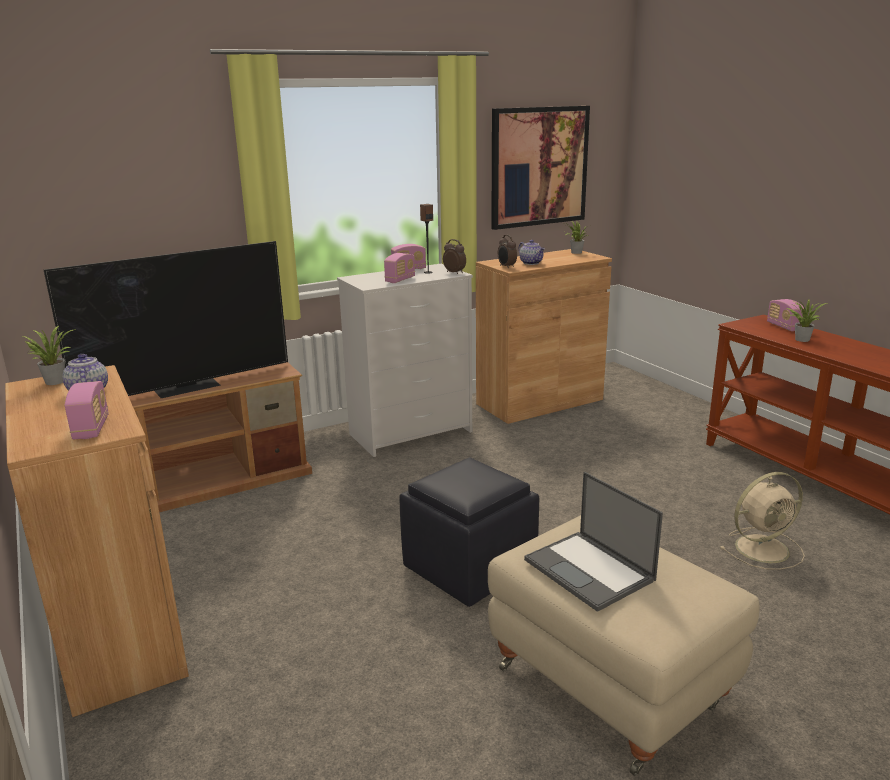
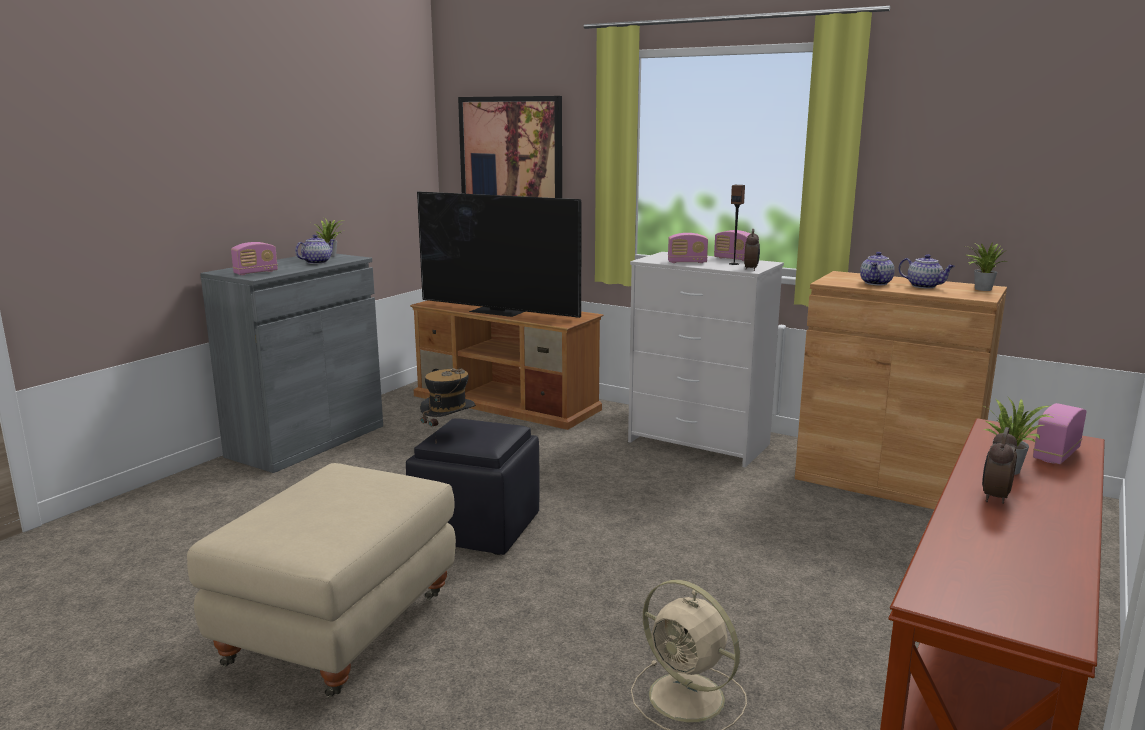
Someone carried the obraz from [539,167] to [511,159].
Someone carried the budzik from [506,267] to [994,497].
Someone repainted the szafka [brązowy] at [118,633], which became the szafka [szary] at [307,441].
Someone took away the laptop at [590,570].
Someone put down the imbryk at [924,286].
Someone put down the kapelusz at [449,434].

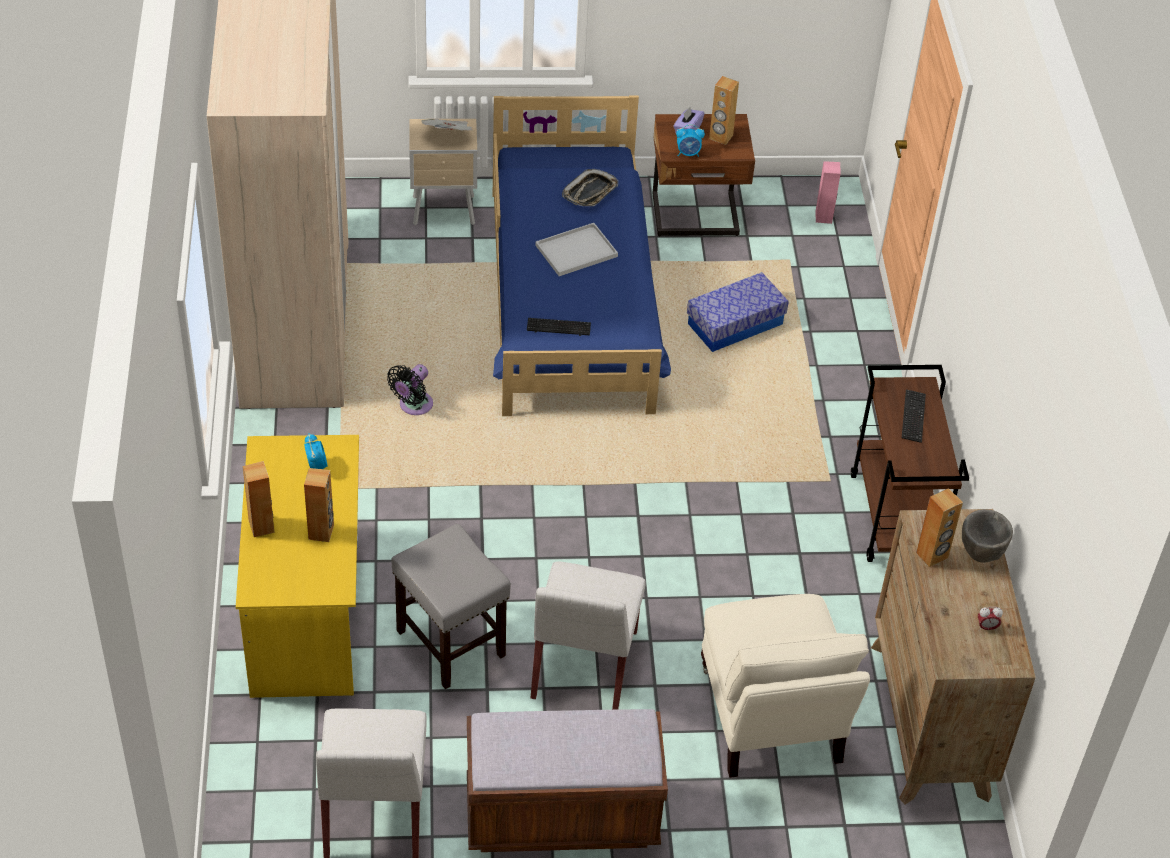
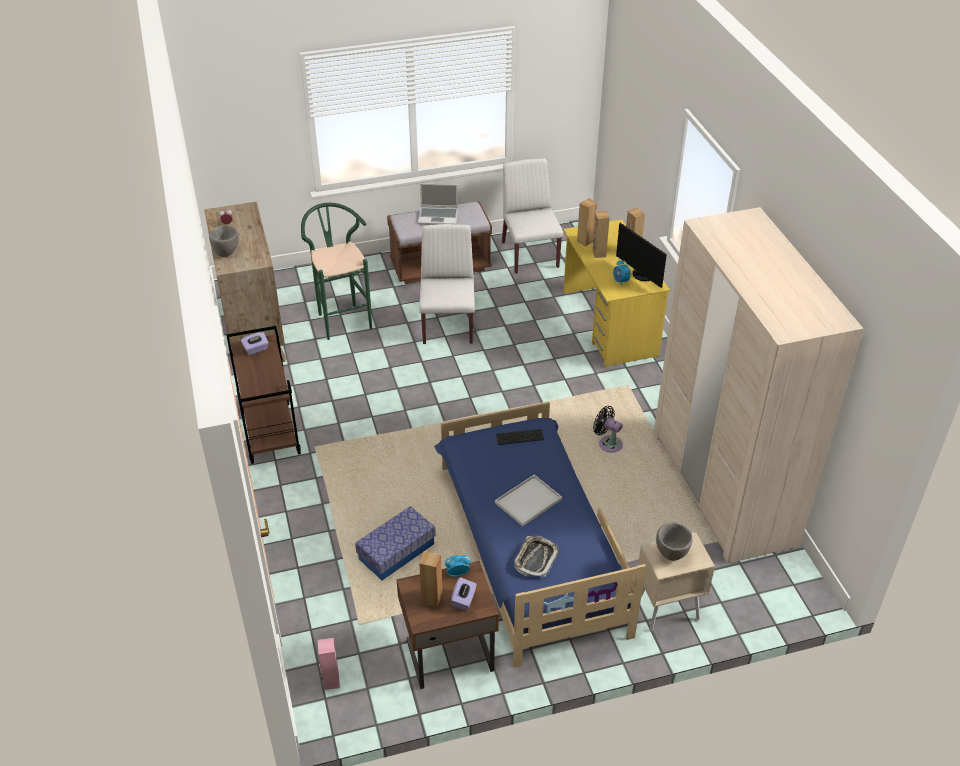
Someone swapped the gazeta at [449,135] for the miska [szary] at [671,555].
Someone rotated the wentylator [czarny] at [413,406] by 75 degrees counterclockwise.
Someone took away the klawiatura at [913,417].
Someone carried the głośnik [brązowy] from [932,555] to [585,241].
Someone took away the stołek [szary] at [452,644].
Someone swapped the fotel [beżowy] at [770,718] for the stołek [zielony] at [341,318].
Someone put down the laptop at [439,217].
Someone put down the monitor at [642,275].
Someone put down the pudełko chusteczek [fioletowy] at [256,349].

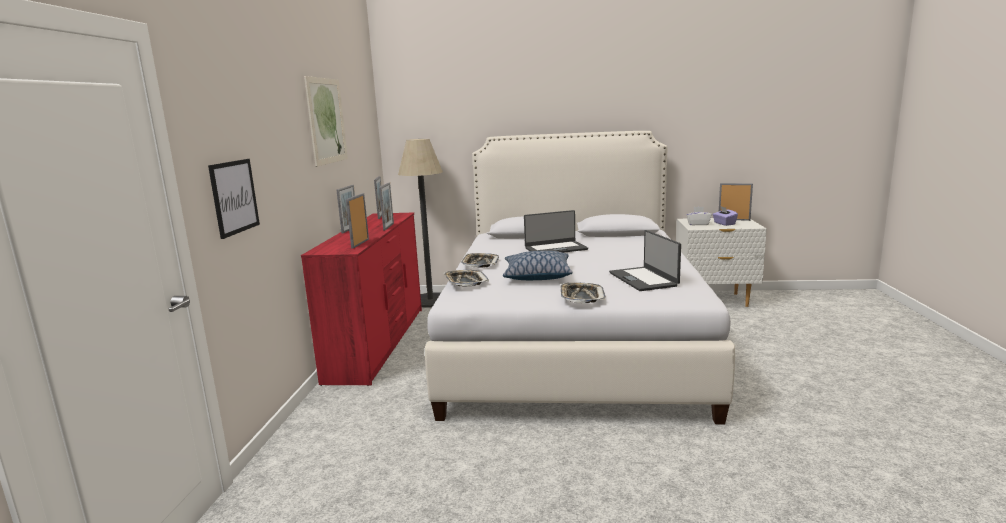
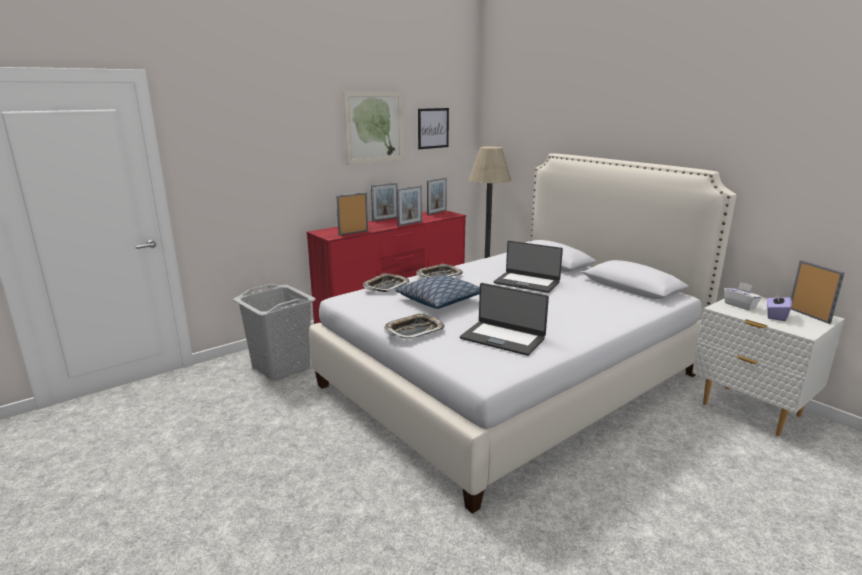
Someone carried the obraz from [234,197] to [433,128].
Someone rotated the laptop at [644,279] by 90 degrees counterclockwise.
Someone put down the kosz na pranie [szary] at [281,366].

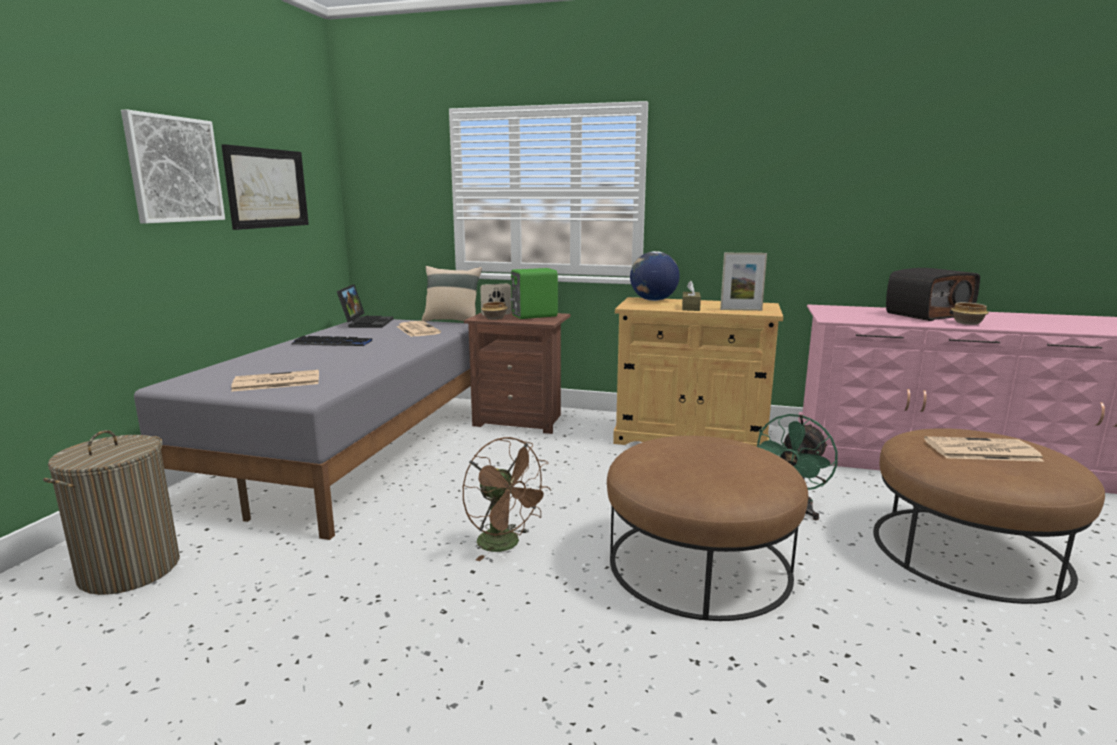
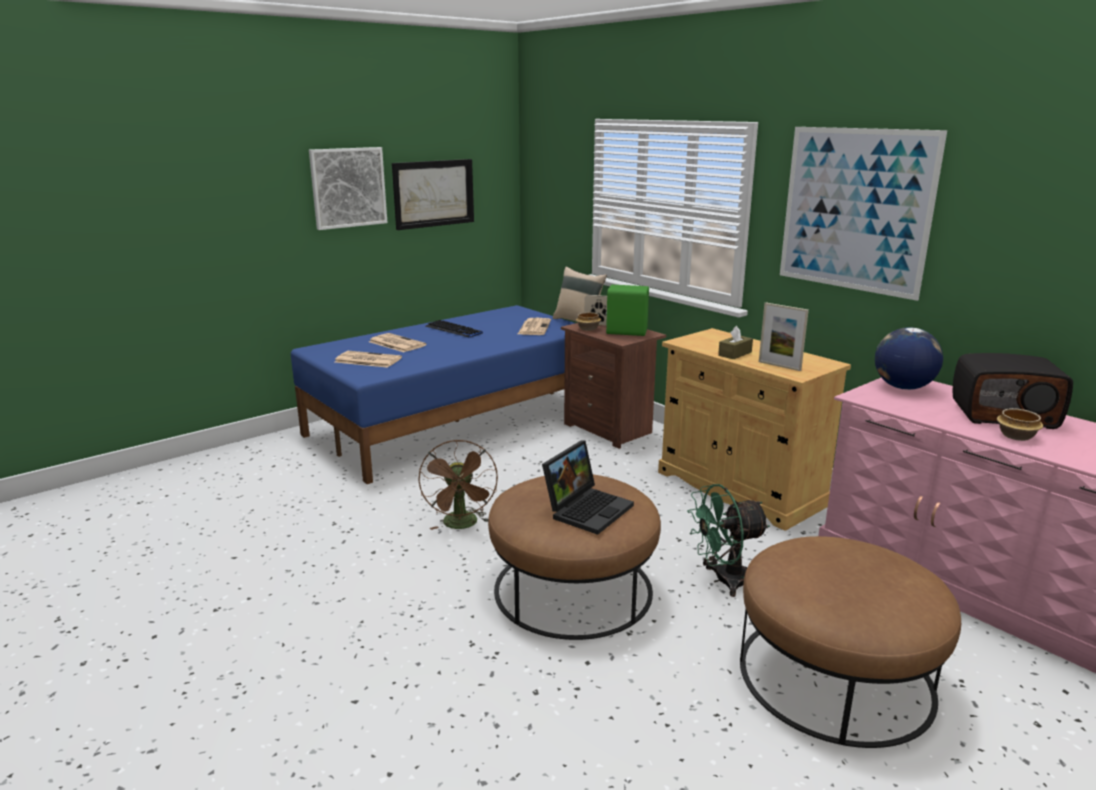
Someone carried the globus from [653,300] to [902,387].
Someone carried the laptop from [366,323] to [587,509].
Someone repainted the łóżko [szary] at [355,449], which became the łóżko [niebieski] at [457,422].
Someone took away the kosz na pranie at [130,569].
Someone carried the gazeta from [980,450] to [396,343].
Someone put up the obraz at [855,210].

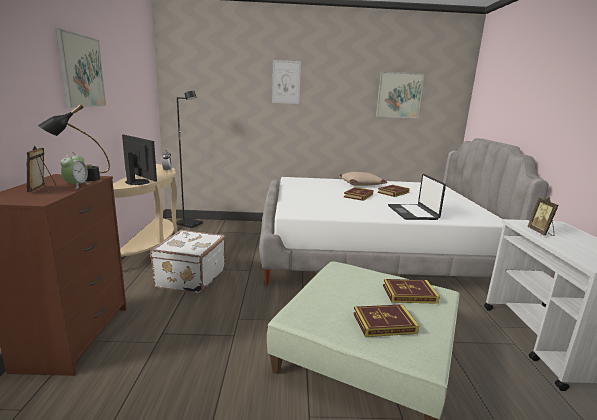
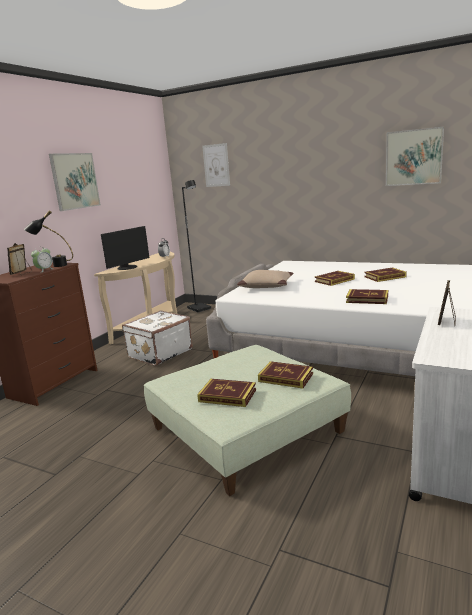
Someone carried the obraz from [286,82] to [216,165].
Someone rotated the monitor at [138,182] by 60 degrees clockwise.
Someone carried the poduszka [beżowy] from [361,184] to [266,286].
Someone swapped the laptop at [413,213] for the książka at [367,299].

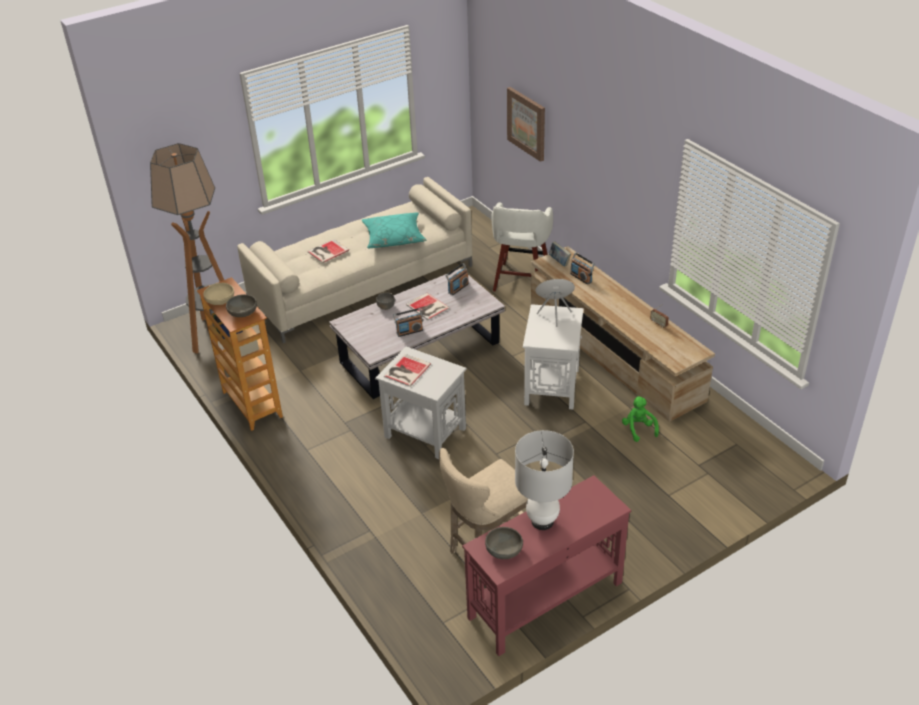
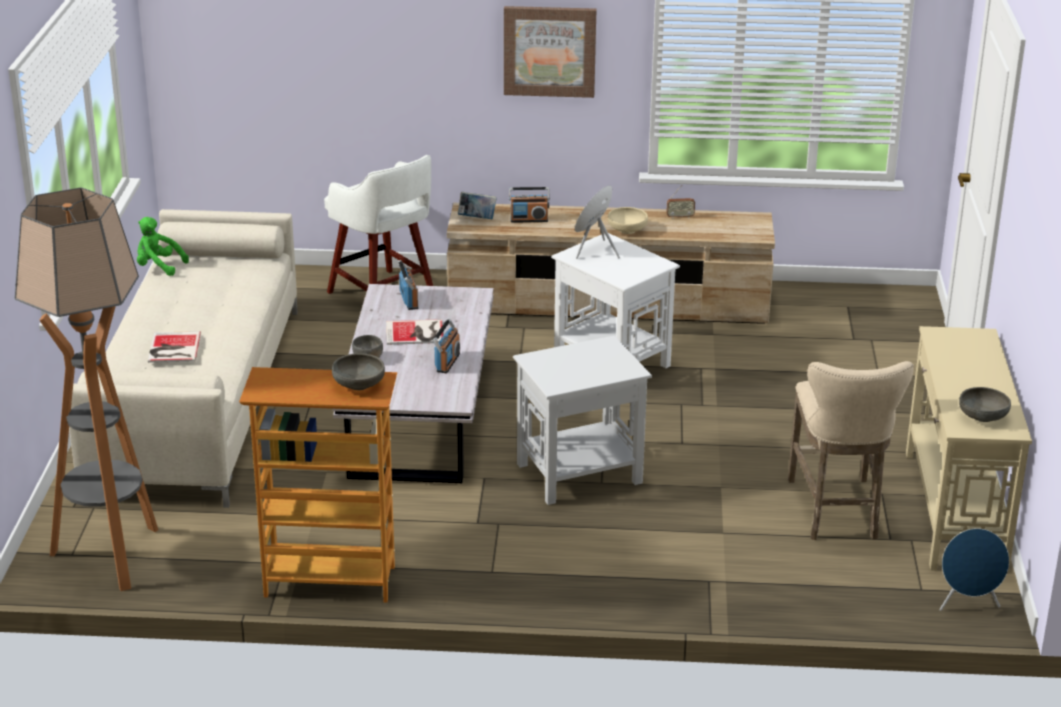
Someone carried the obraz from [527,123] to [549,51].
Someone took away the poduszka [turkusowy] at [394,237].
Someone carried the miska [beżowy] from [220,301] to [627,230].
Someone took away the książka at [406,371].
Someone carried the pluszak [zielony] from [638,429] to [158,267].
Someone took away the lampa stołowa [biały] at [542,521].
Someone repainted the stolik konsolowy [czerwony] at [544,600], which became the stolik konsolowy [beżowy] at [954,510].
Someone put down the głośnik [niebieski] at [968,604].

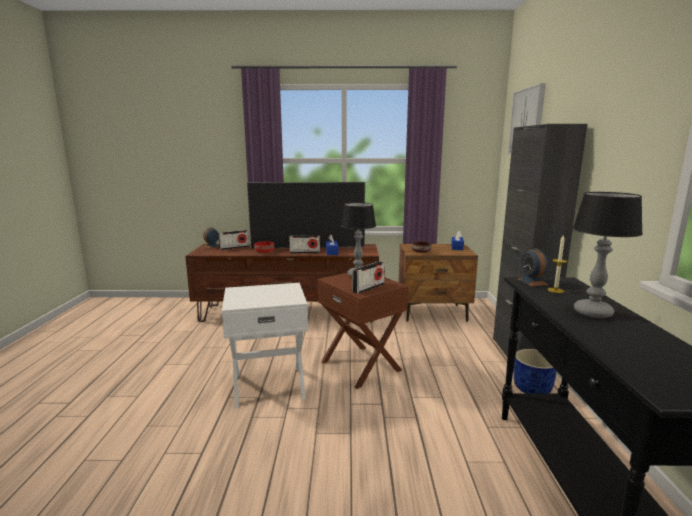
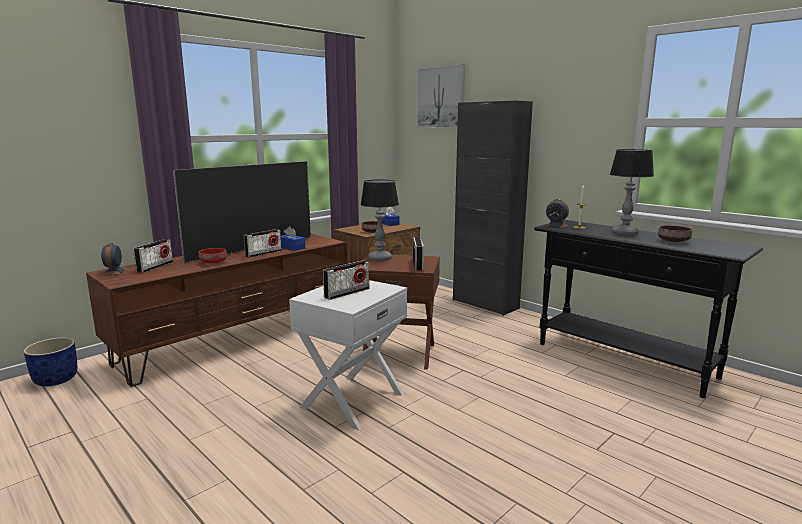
Someone carried the donica [niebieski] from [532,389] to [56,379].
Someone put down the miska [brązowy] at [673,241].
Someone put down the radio at [347,293].

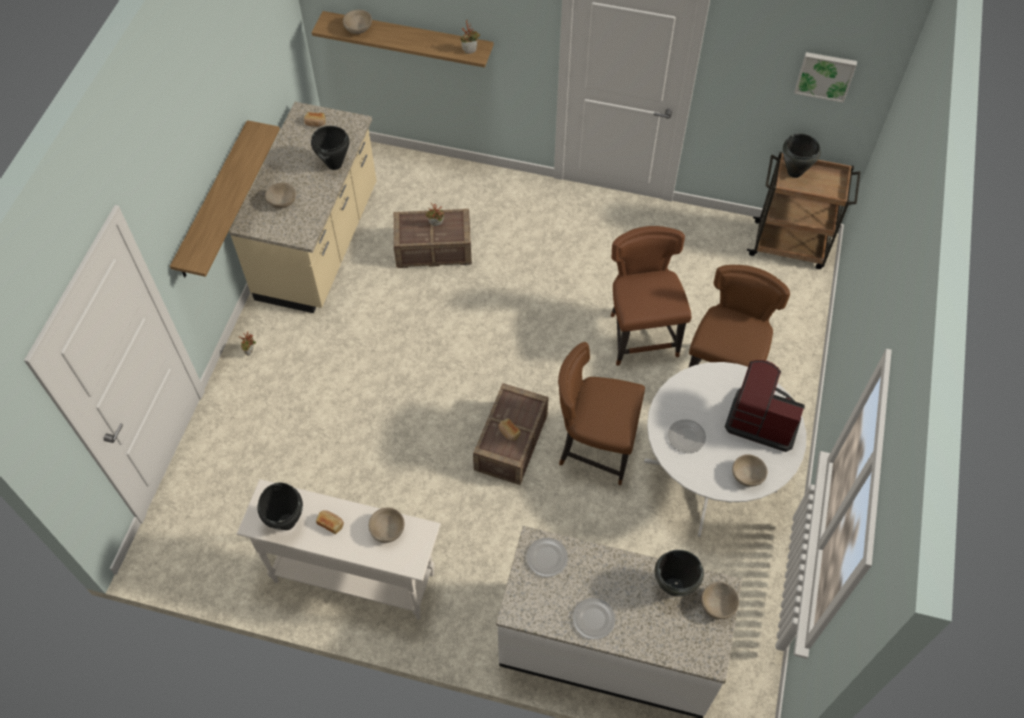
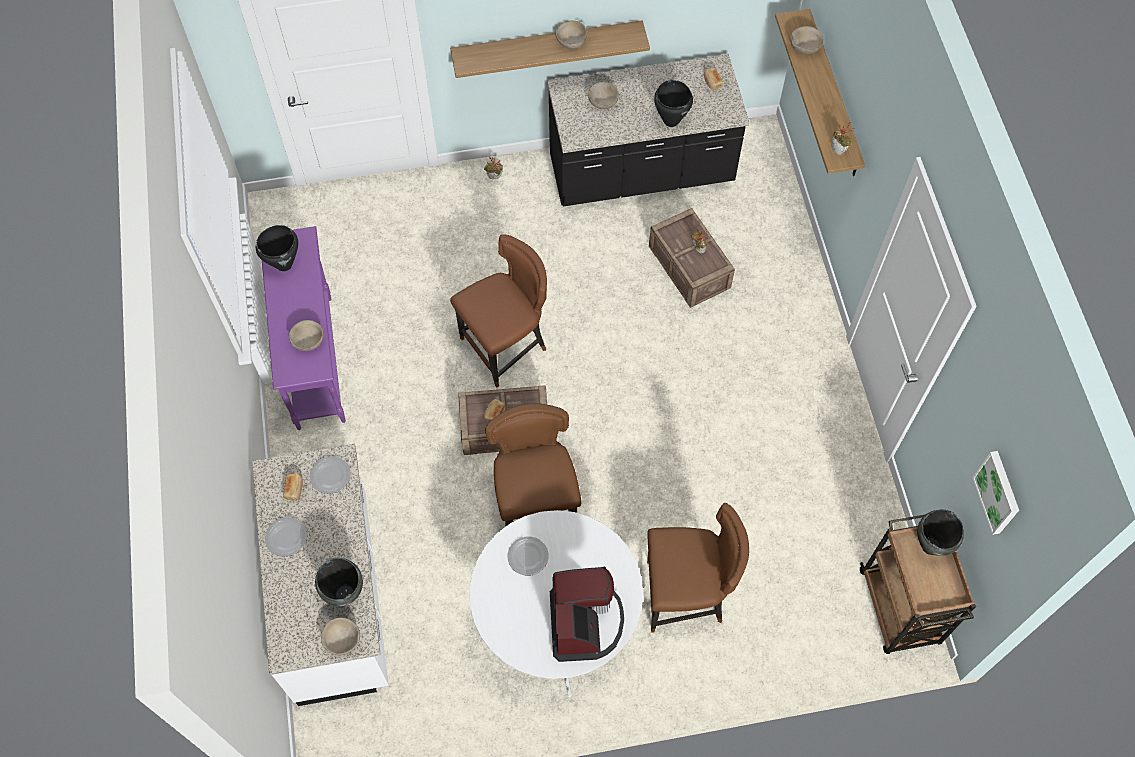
Someone repainted the zabudowa kuchenna [beżowy] at [319,243], which became the zabudowa kuchenna [czarny] at [641,172].
Someone carried the krzesło [brązowy] from [641,335] to [506,346].
Someone carried the miska [beżowy] from [747,476] to [571,42].
Someone repainted the stolik konsolowy [biały] at [353,577], which became the stolik konsolowy [fioletowy] at [315,361].
Someone carried the chleb from [331,523] to [294,489].

